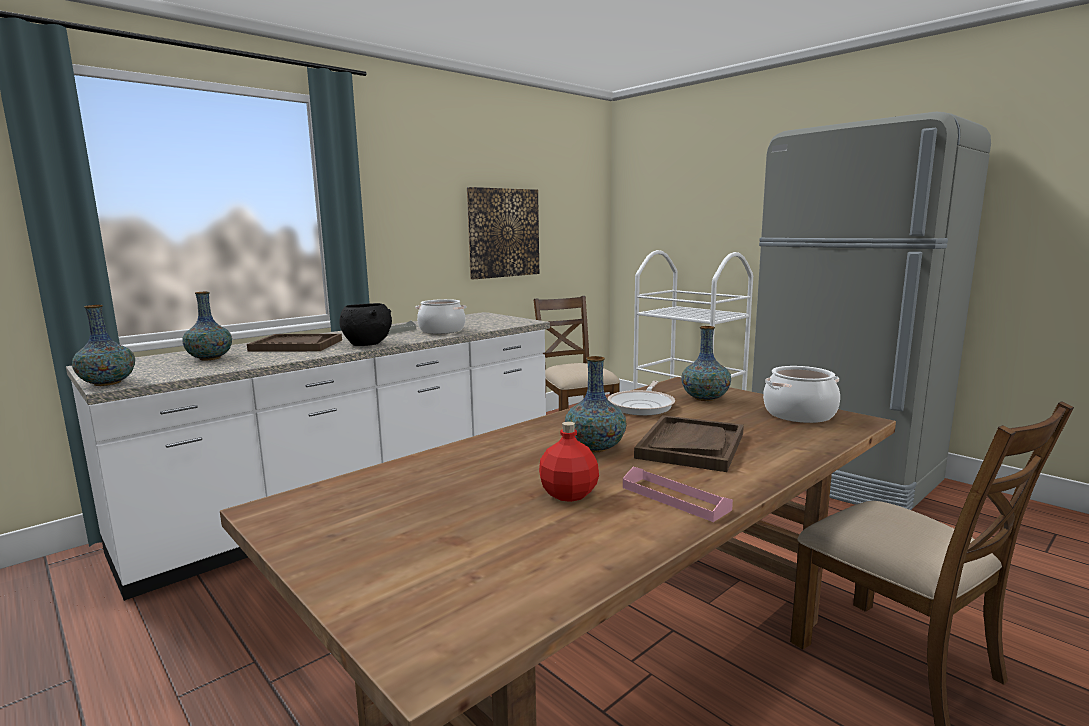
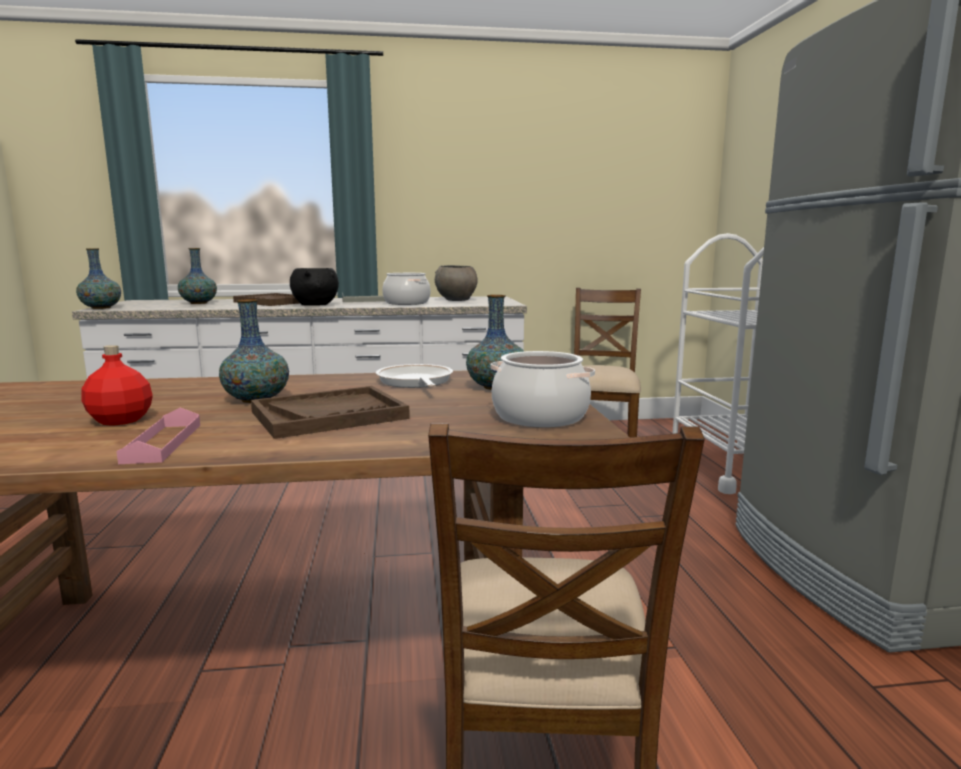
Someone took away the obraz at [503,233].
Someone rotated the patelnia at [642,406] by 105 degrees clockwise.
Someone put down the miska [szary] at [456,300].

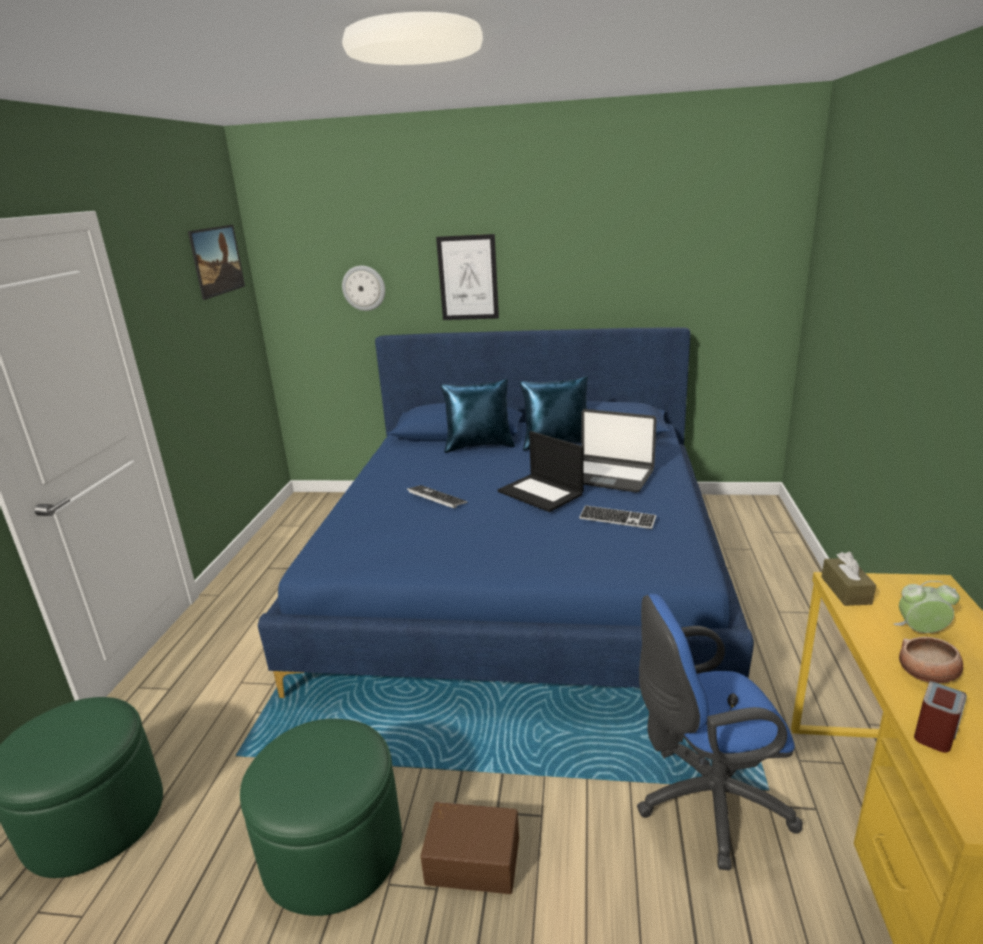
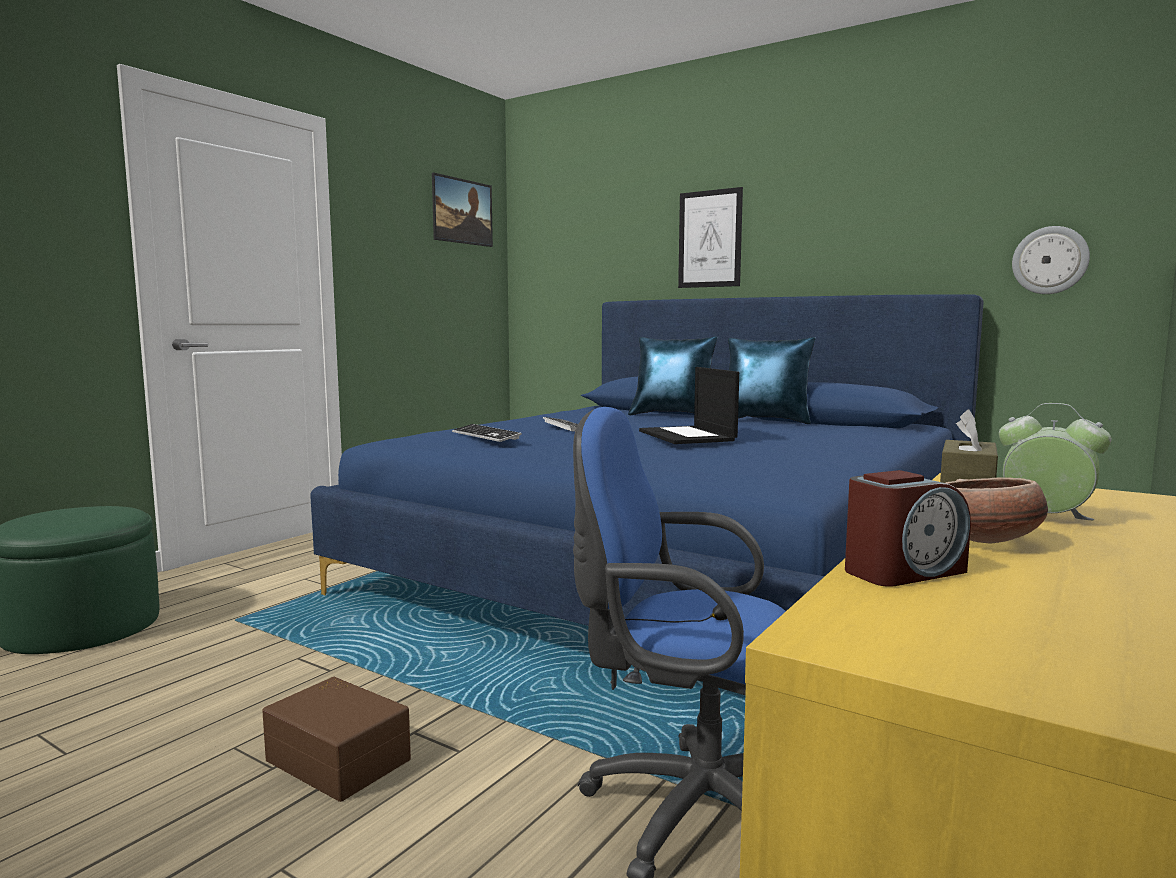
Someone carried the zegar ścienny from [364,288] to [1050,260].
Someone took away the laptop at [609,476].
Someone carried the klawiatura from [617,519] to [485,435].
Someone took away the pufa [zielony] at [333,849].

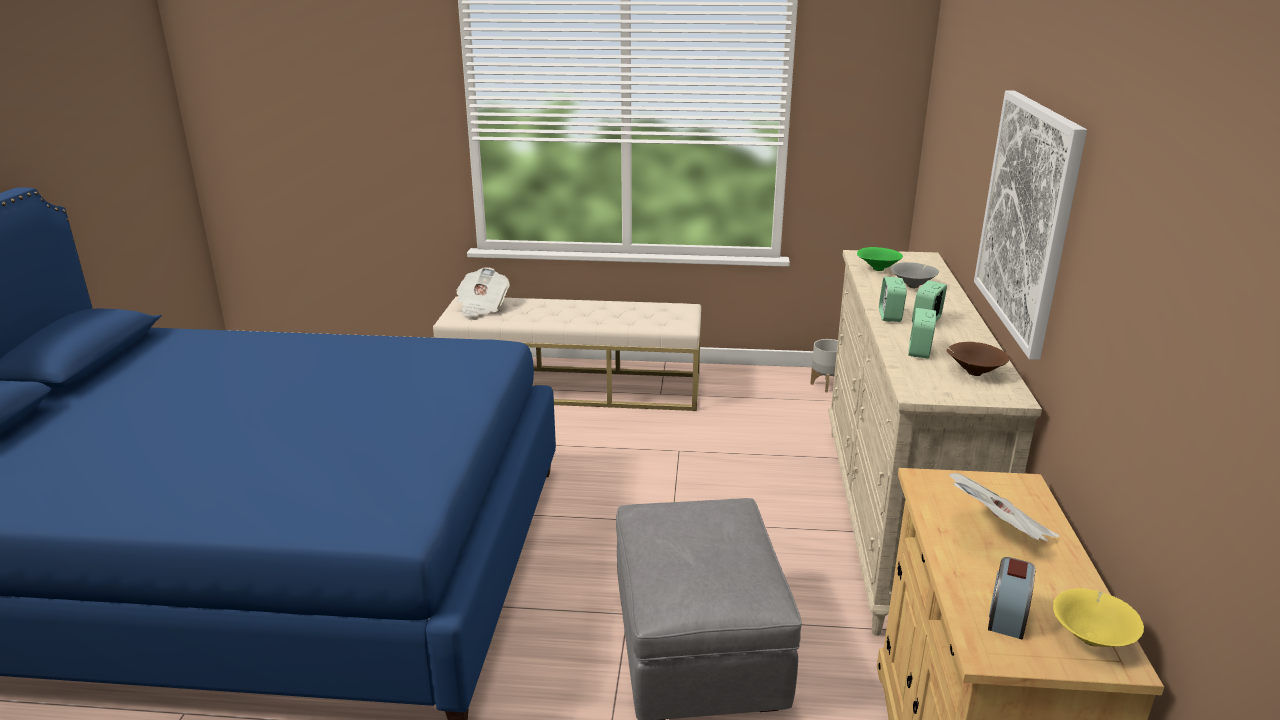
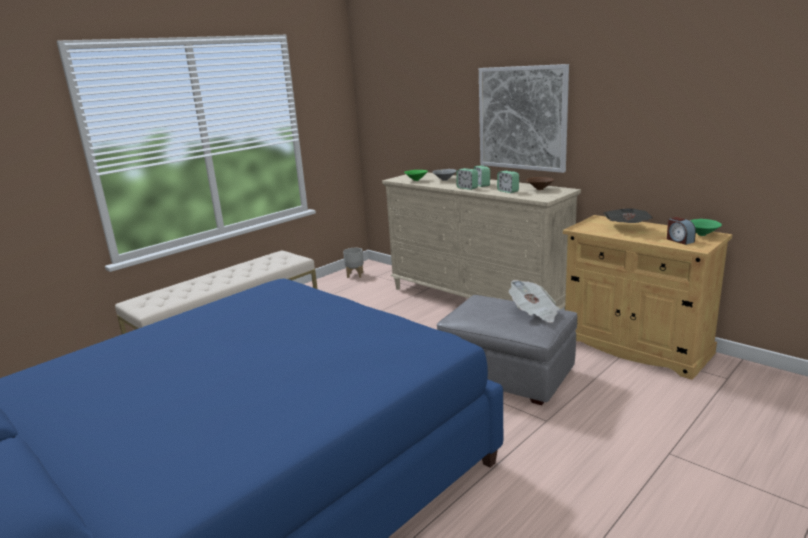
Someone carried the gazeta from [482,307] to [534,313].
Someone repainted the miska [żółty] at [1091,638], which became the miska [zielony] at [701,234].

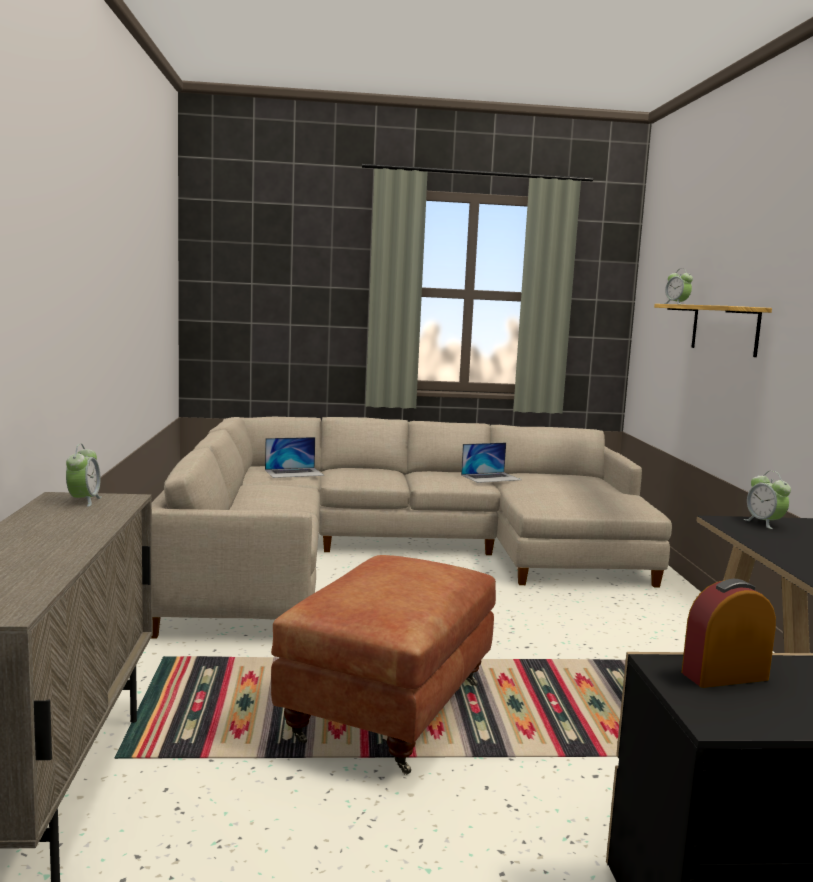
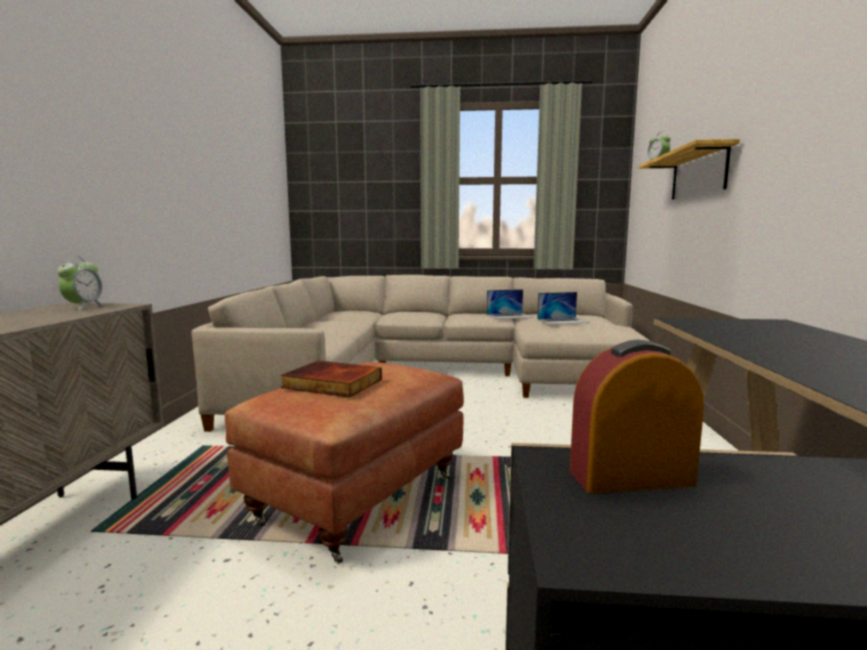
Someone carried the laptop from [294,472] to [563,321].
Someone took away the budzik at [764,523].
Someone put down the książka at [331,384].

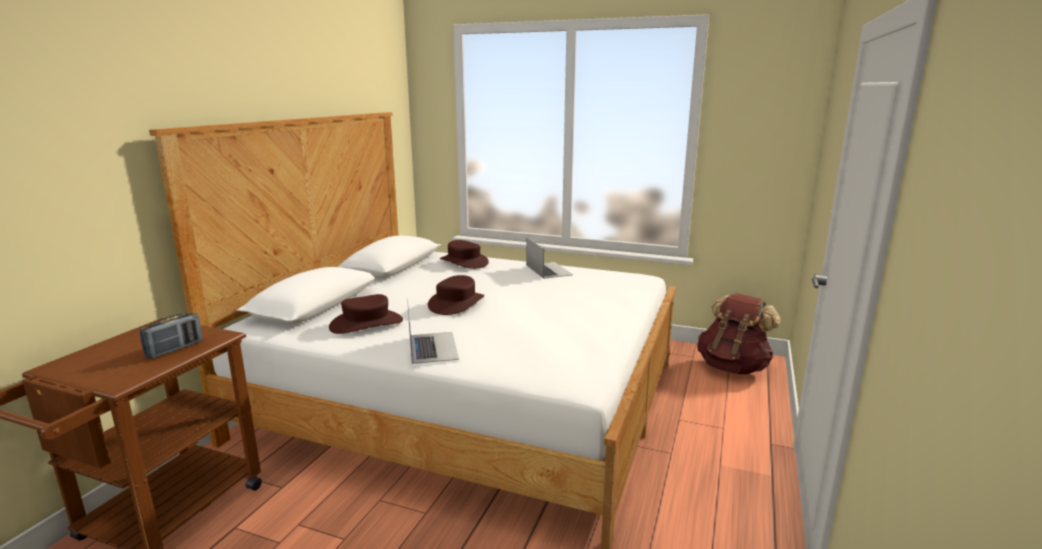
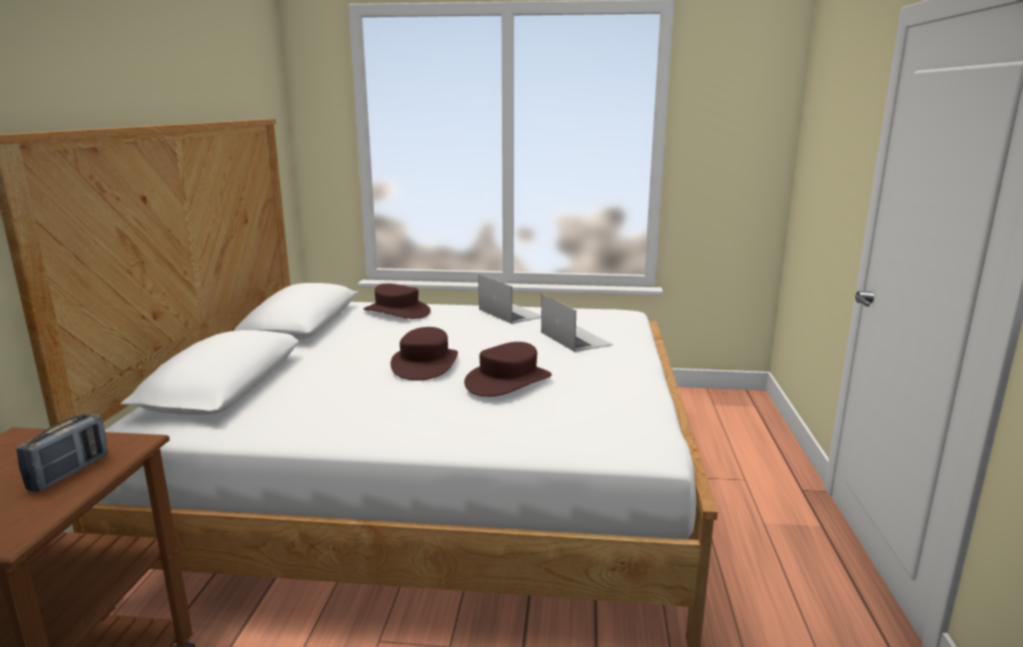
Someone took away the plecak [brązowy] at [733,367].
Someone carried the kapelusz [brązowy] from [366,323] to [508,381].
Someone carried the laptop from [432,347] to [575,338].

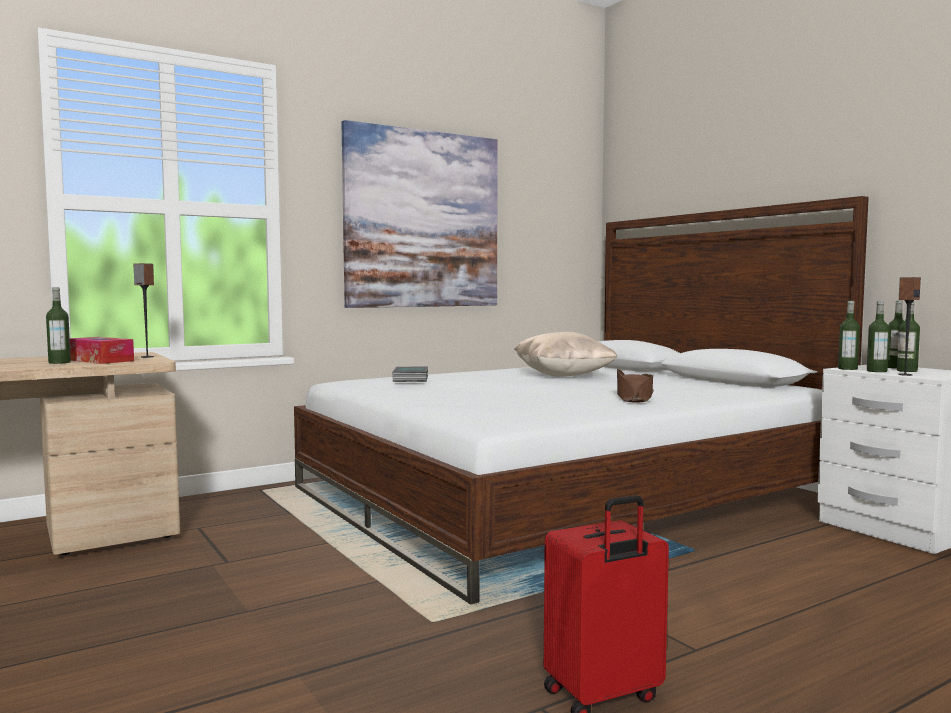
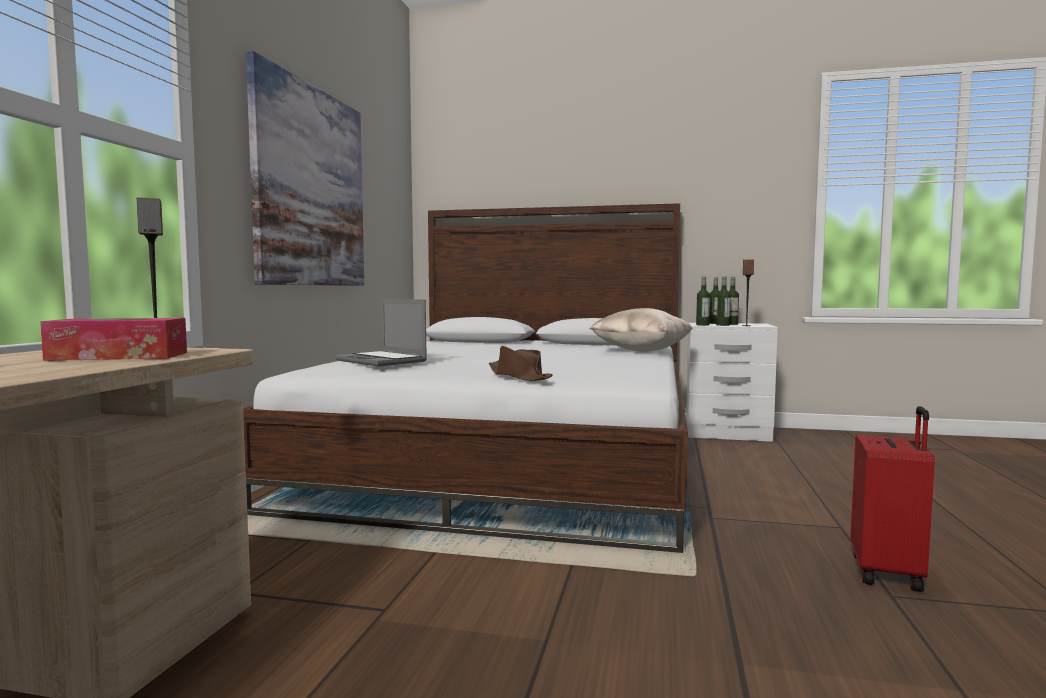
Someone took away the butelka at [59,362].
Someone carried the poduszka [beżowy] from [563,376] to [642,351].
Someone swapped the książka at [412,378] for the laptop at [383,361].
Someone carried the kapelusz [brązowy] from [634,398] to [519,376].

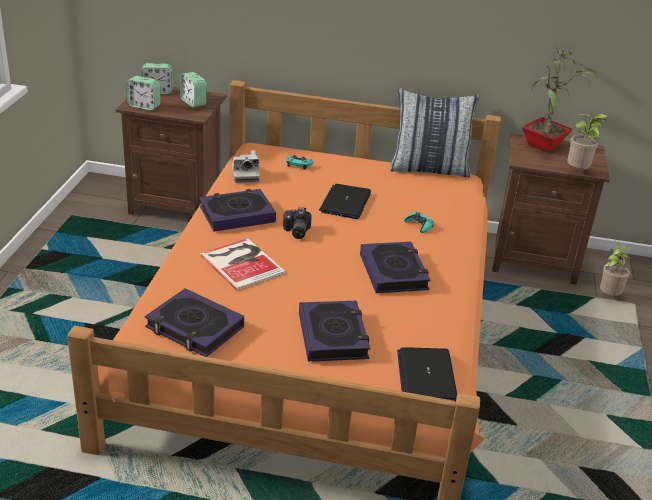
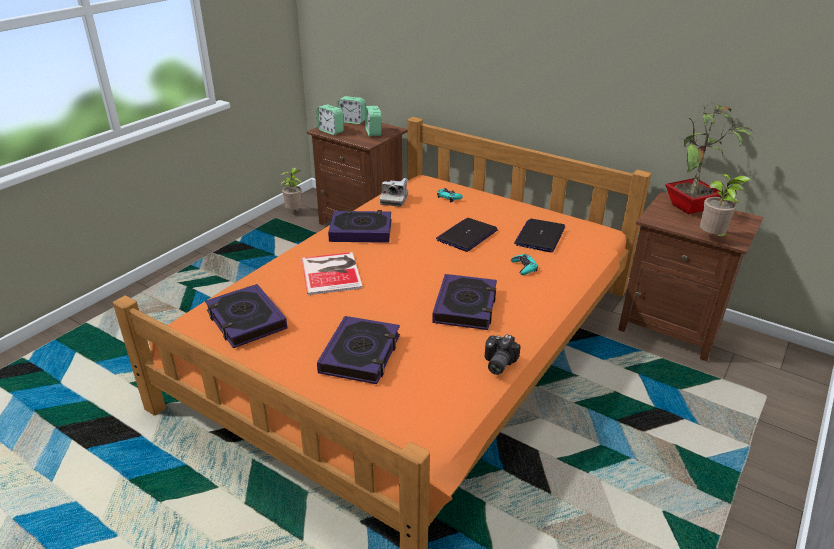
Someone took away the poduszka at [429,169].
Someone carried the aparat fotograficzny from [295,231] to [497,363].
Someone carried the roślina doniczkowa from [608,296] to [295,212].
Someone carried the laptop from [426,375] to [540,236].

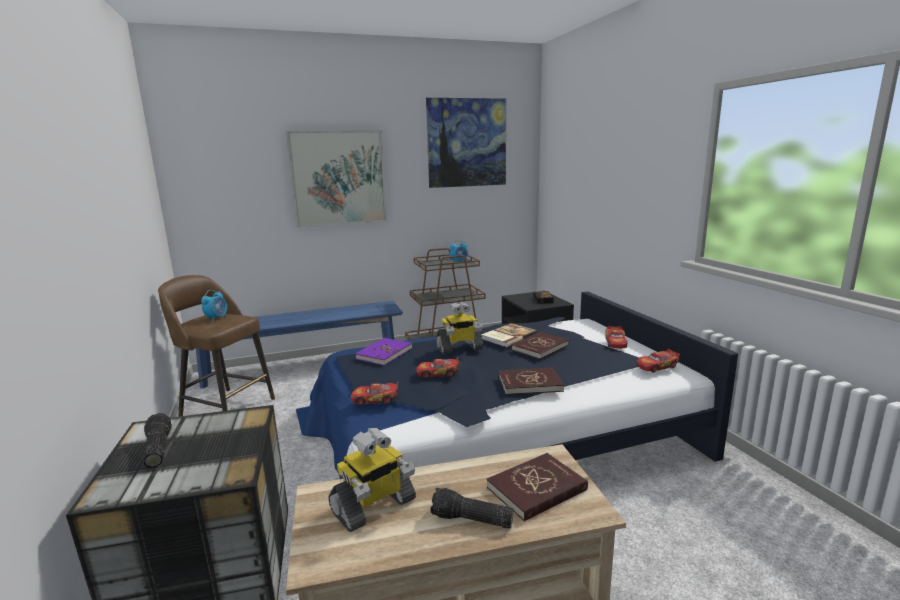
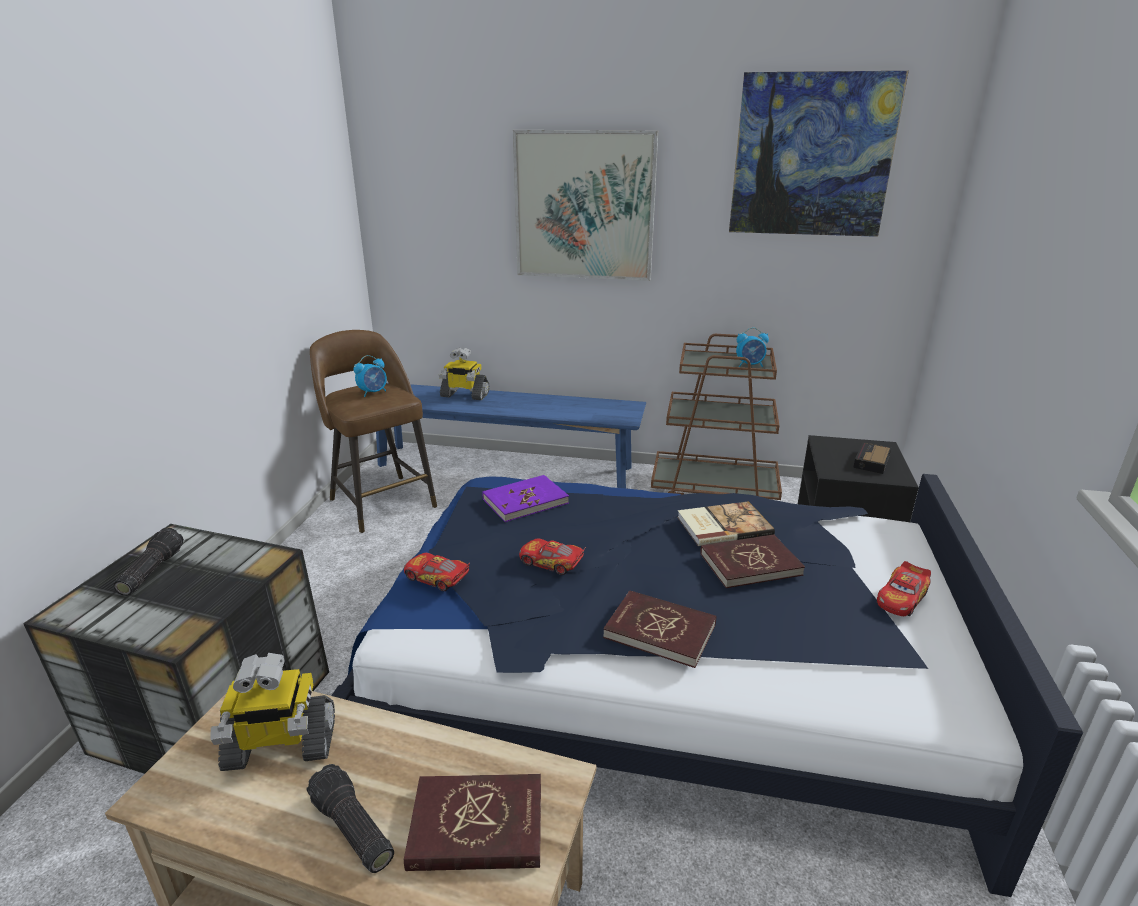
Someone carried the robot zabawkowy from [459,348] to [464,395].
Someone took away the samochodzik at [656,366].

